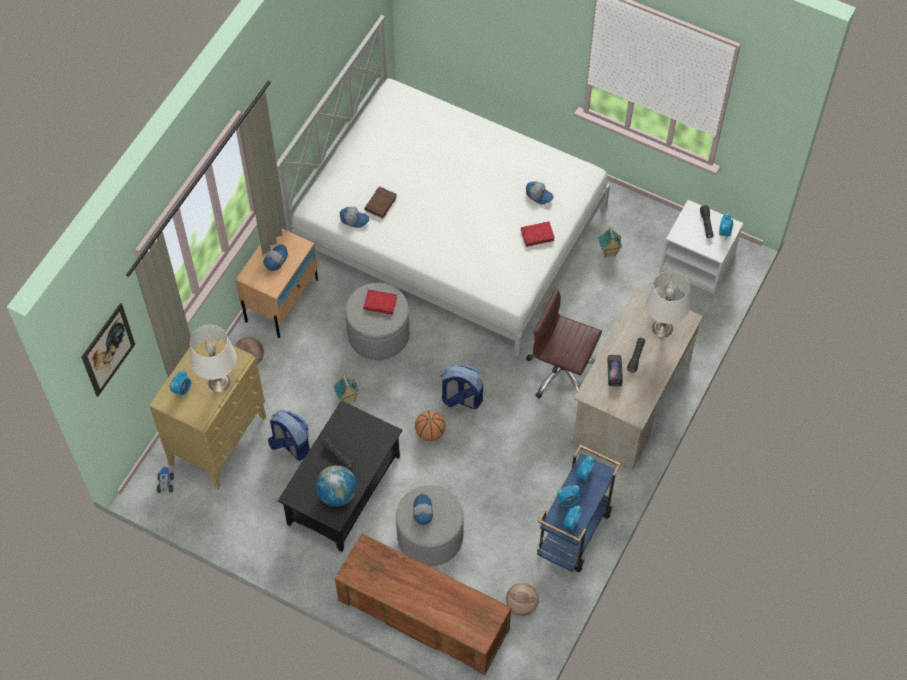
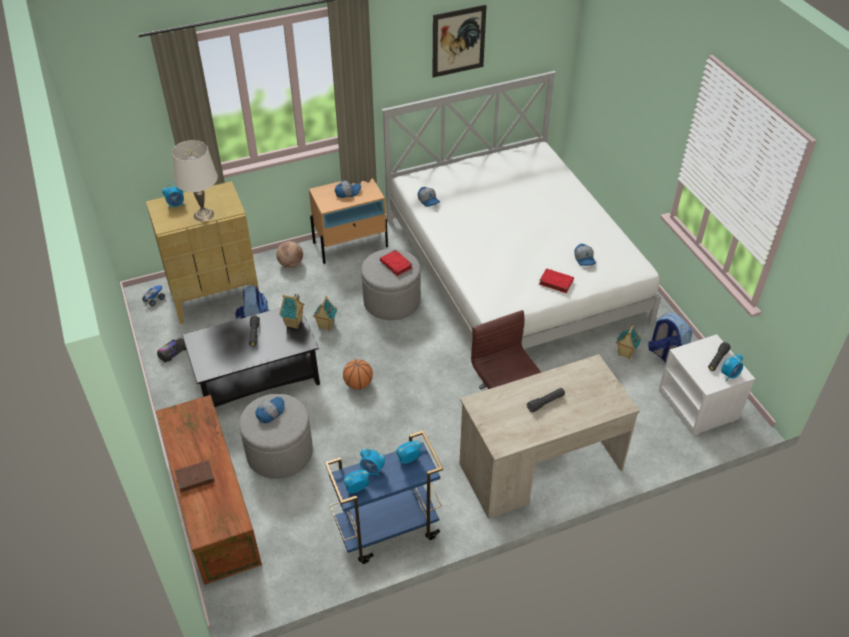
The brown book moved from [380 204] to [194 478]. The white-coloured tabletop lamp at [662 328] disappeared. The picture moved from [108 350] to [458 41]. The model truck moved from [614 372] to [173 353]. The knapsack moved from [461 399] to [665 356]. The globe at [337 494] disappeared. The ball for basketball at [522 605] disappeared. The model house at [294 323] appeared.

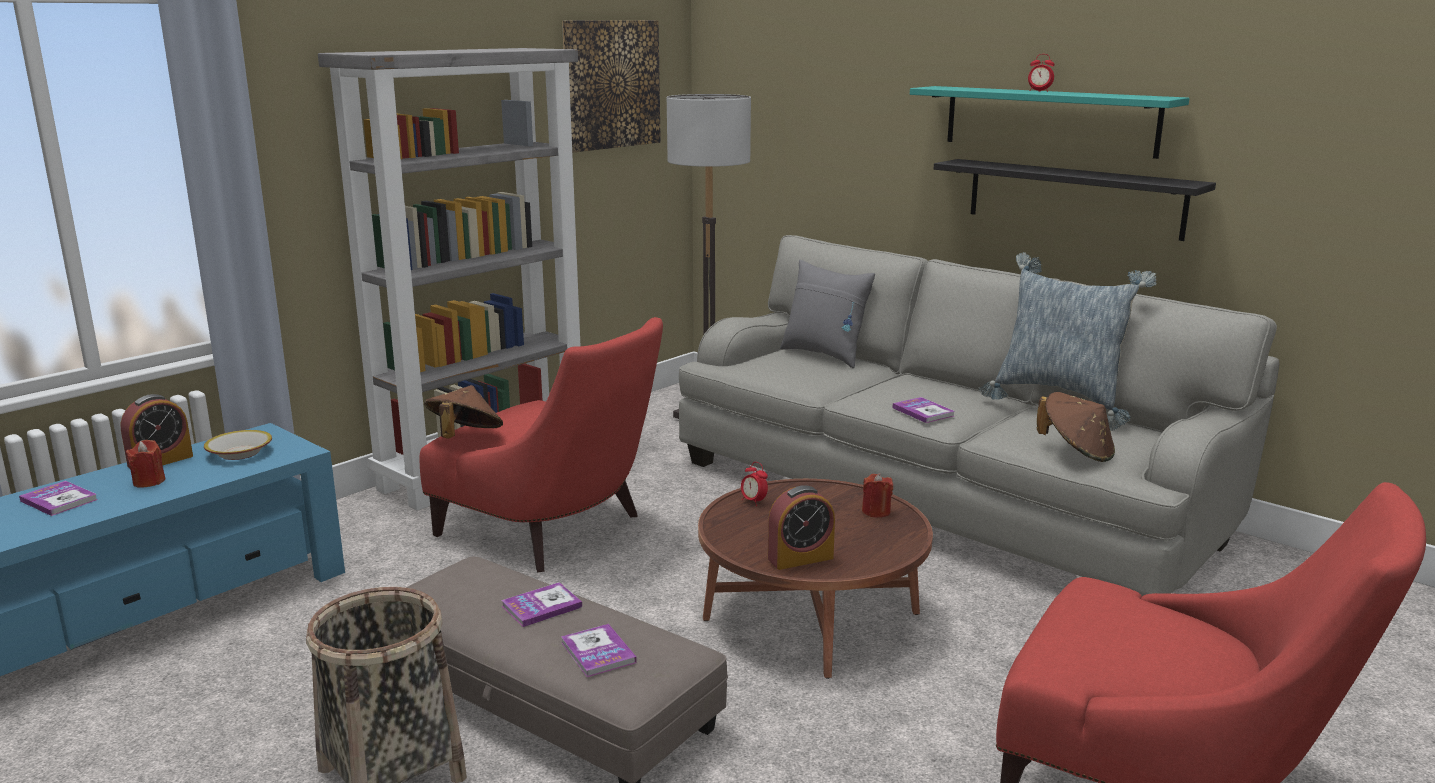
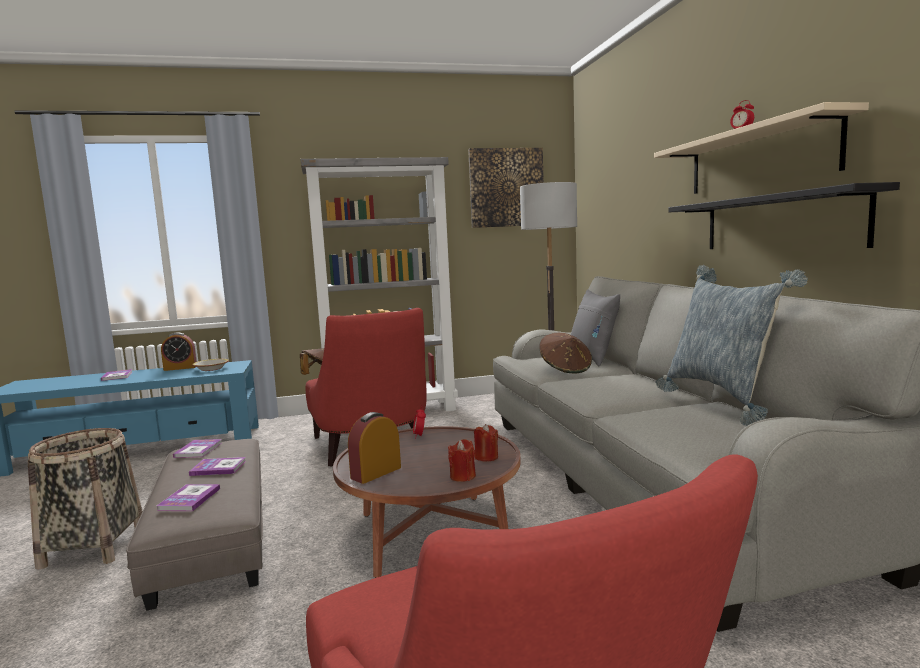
The turquoise-coloured bracket shelf at [1049 120] became the beige bracket shelf at [758 158]. The brown hat moved from [1076 452] to [565 369]. The book moved from [923 412] to [198 450]. The red-coloured wax candle moved from [149 481] to [462 476]. The bedside clock at [800 558] turned 120 degrees clockwise.

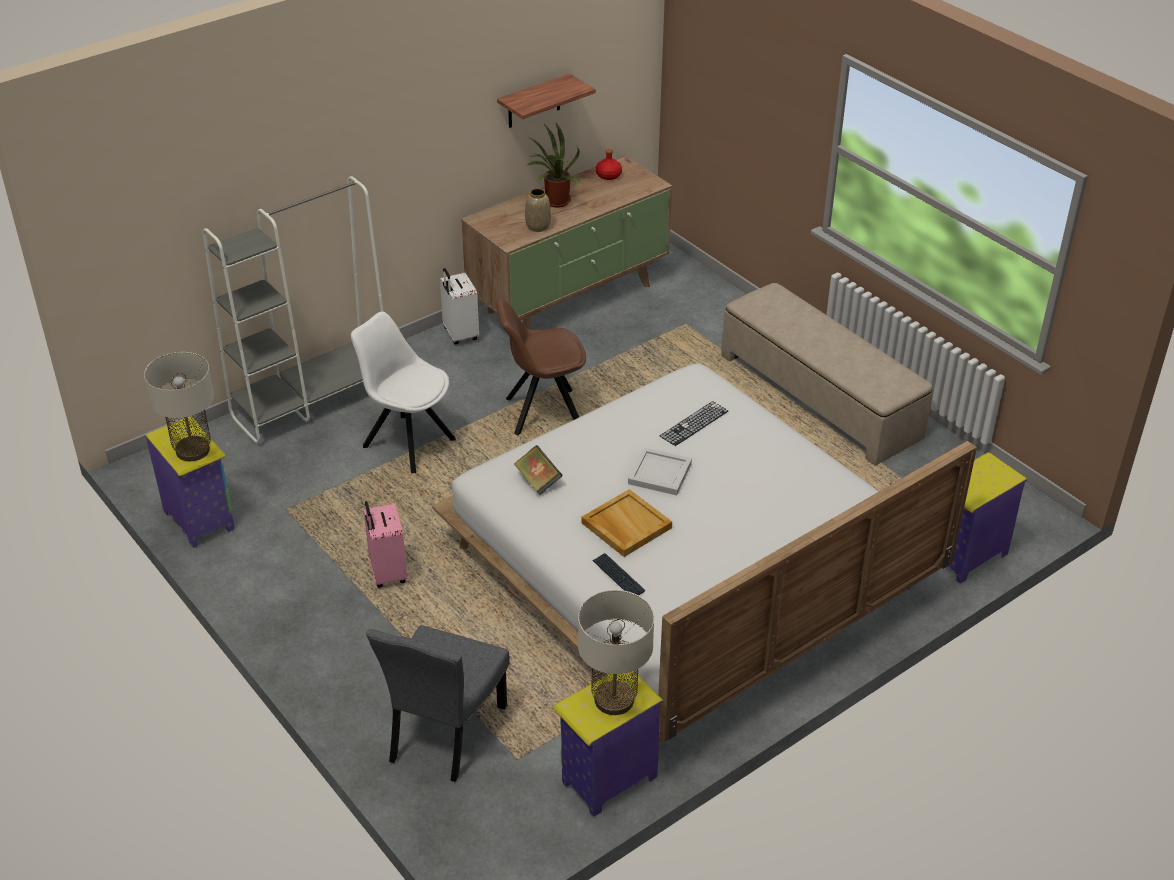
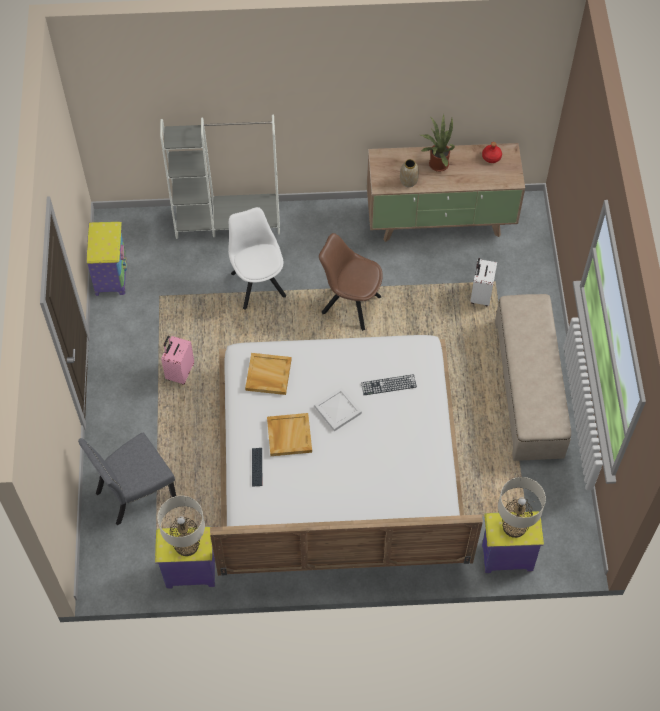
The bracket shelf at [534 102] disappeared. The white-coloured suitcase moved from [459 334] to [480 295]. The tabletop lamp moved from [192 450] to [514 526]. The book at [538 481] was replaced by the beige serving tray at [268 375].

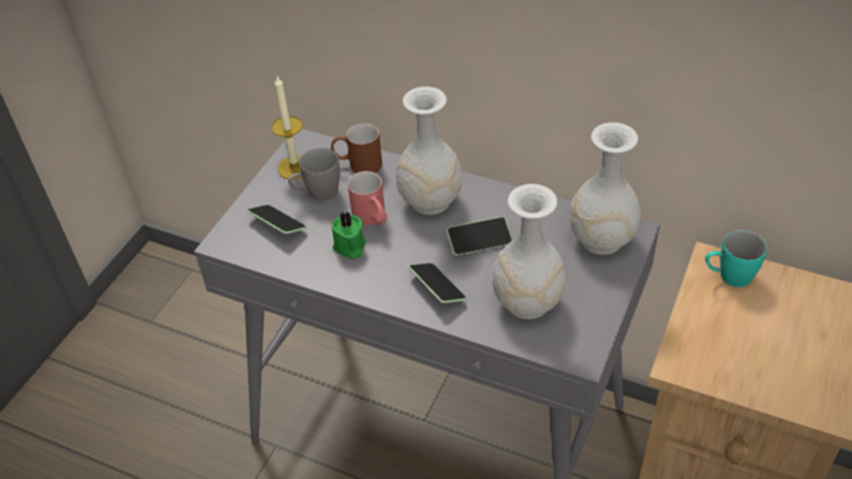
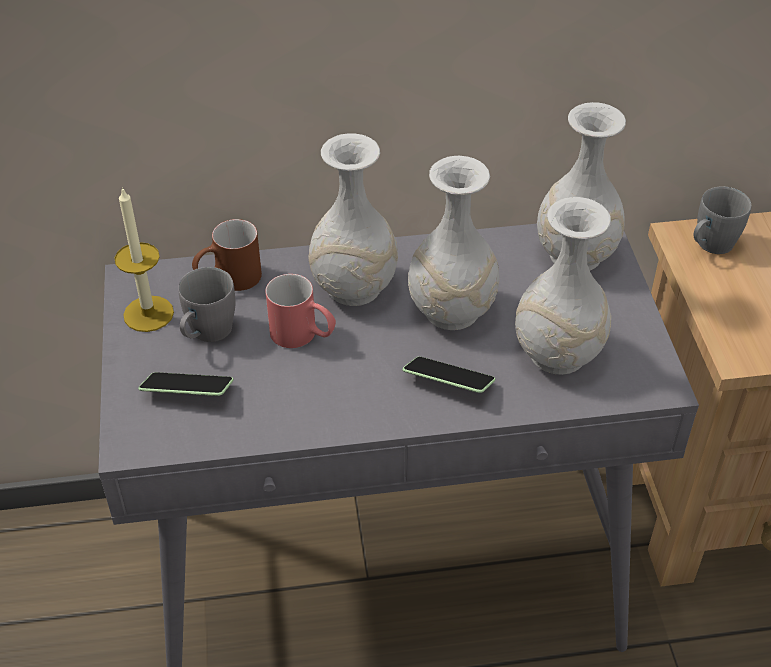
The green wax candle at [349 247] disappeared. The telephone at [479 242] was replaced by the white-coloured decorative vase at [450 311]. The turquoise-coloured mug at [728 277] became the grey mug at [709 246].

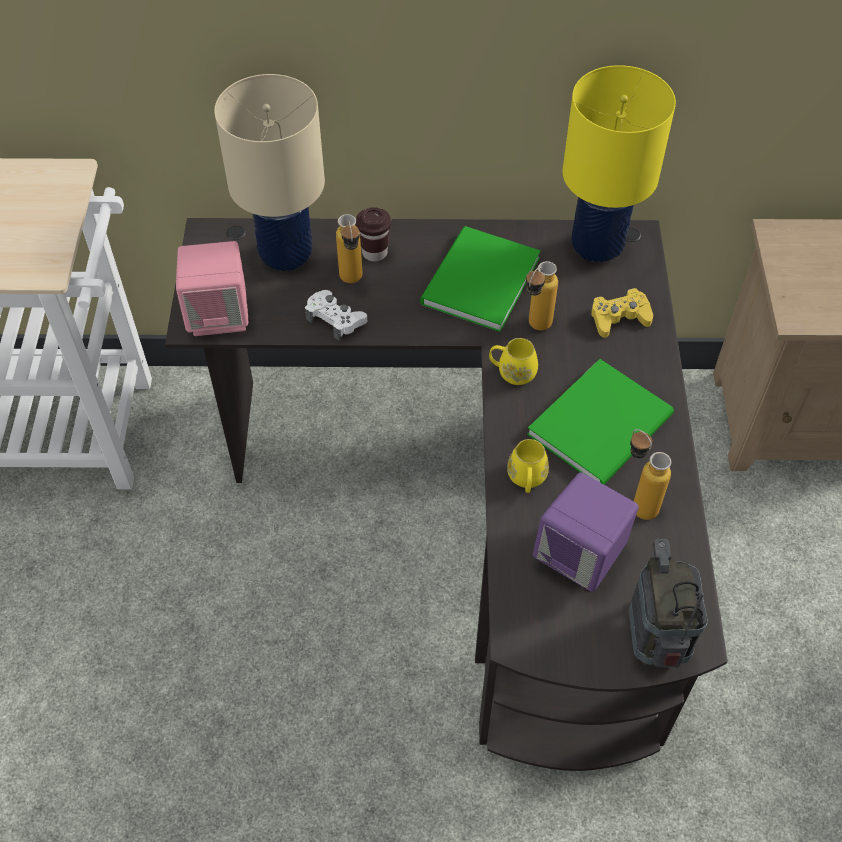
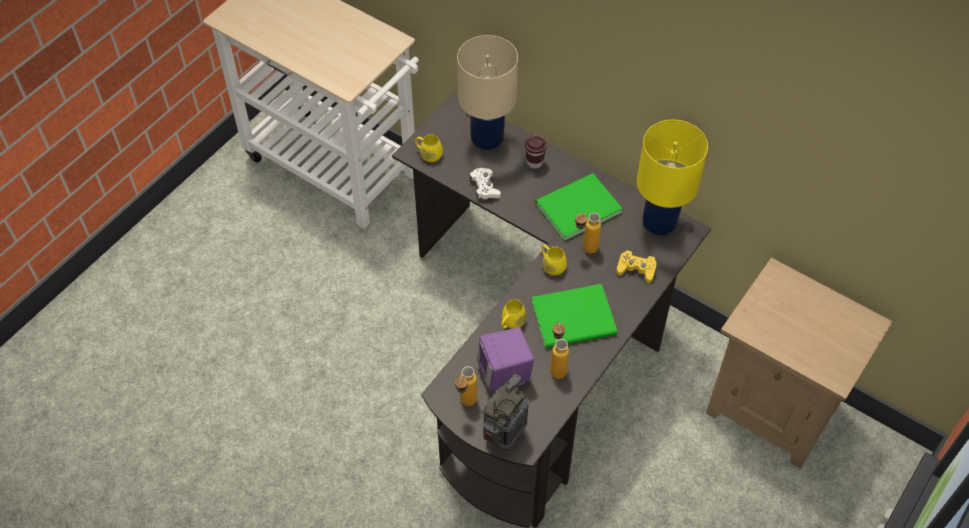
The bottle moved from [352 283] to [465 405]. The pinkish audio speaker at [219 315] was replaced by the yellow mug at [428 154].

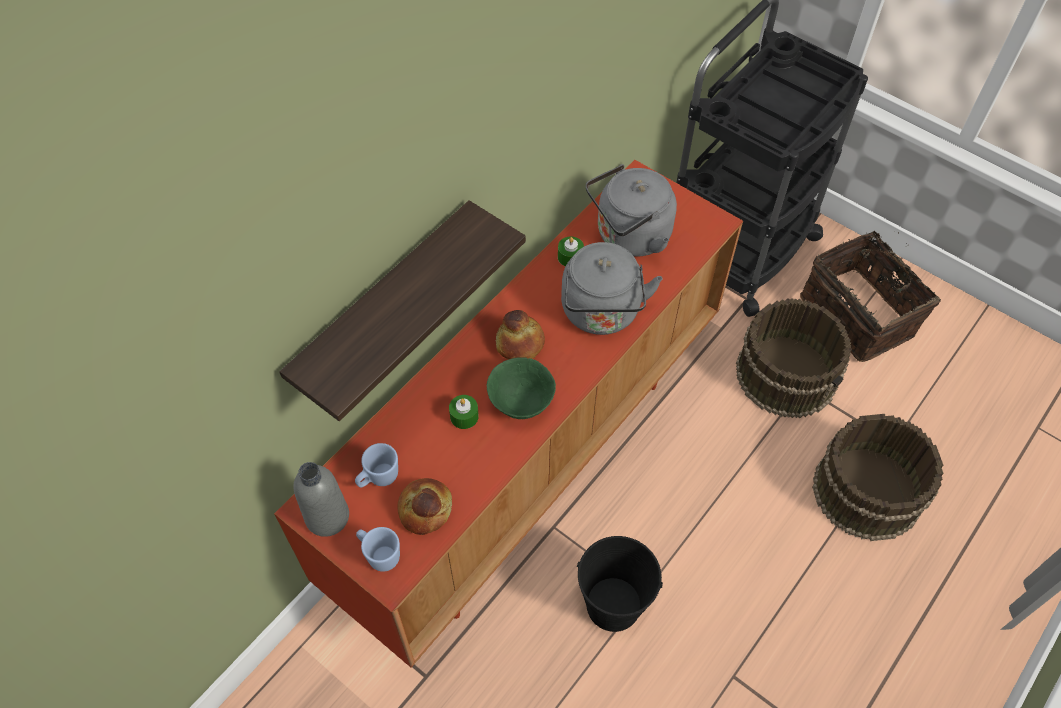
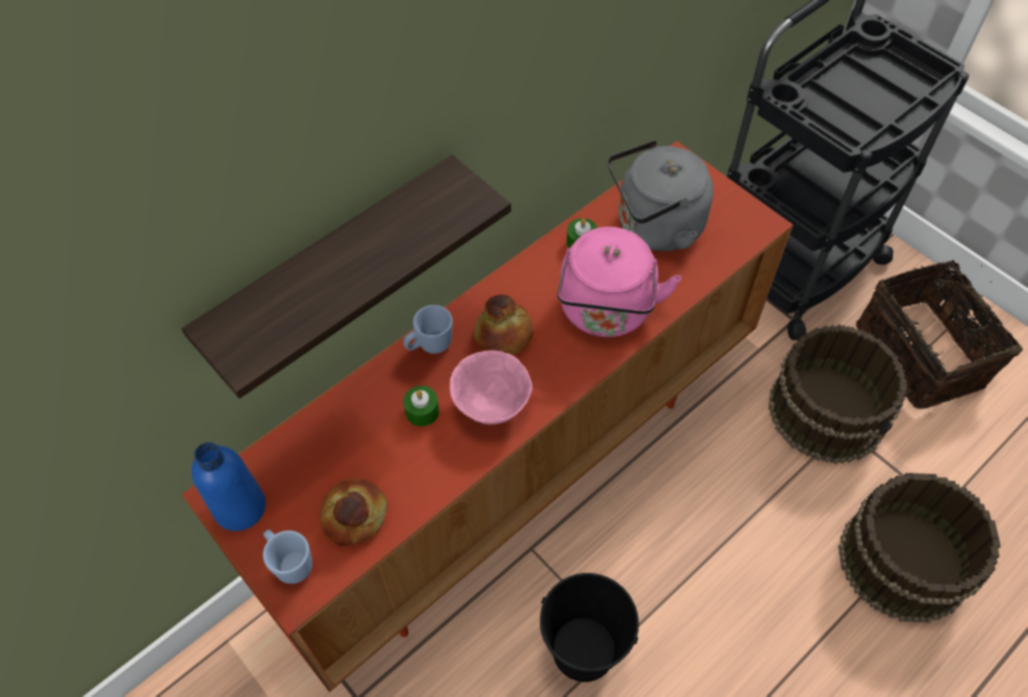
The grey kettle at [601 314] became the pinkish kettle at [606 312]. The green serving bowl at [521 403] became the pinkish serving bowl at [491 405]. The blue mug moved from [378 478] to [429 345]. The grey bottle at [327 516] became the blue bottle at [240 507].

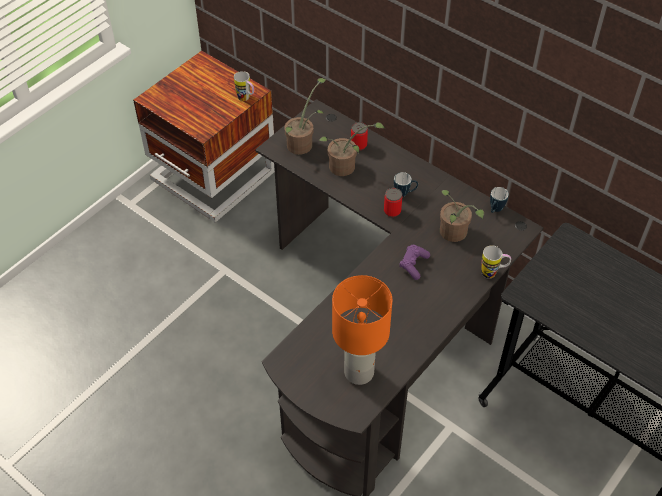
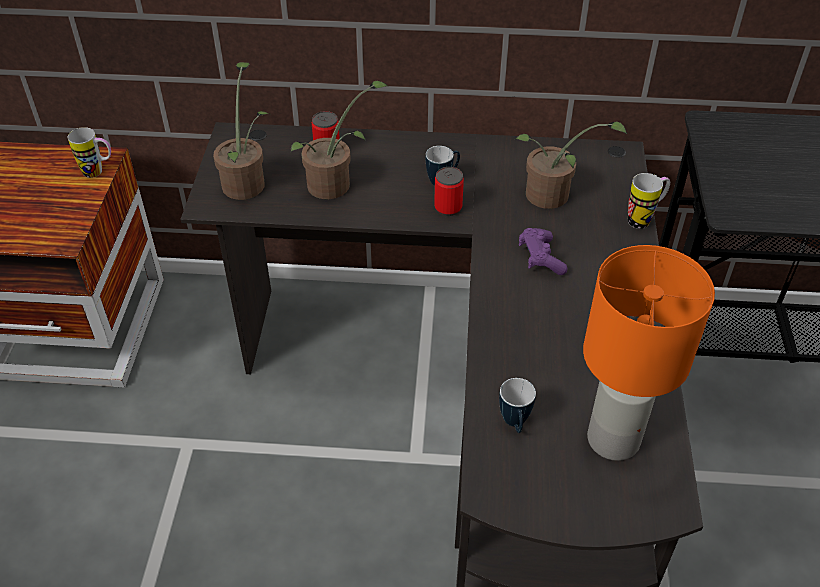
The mug moved from [495 210] to [515 424].

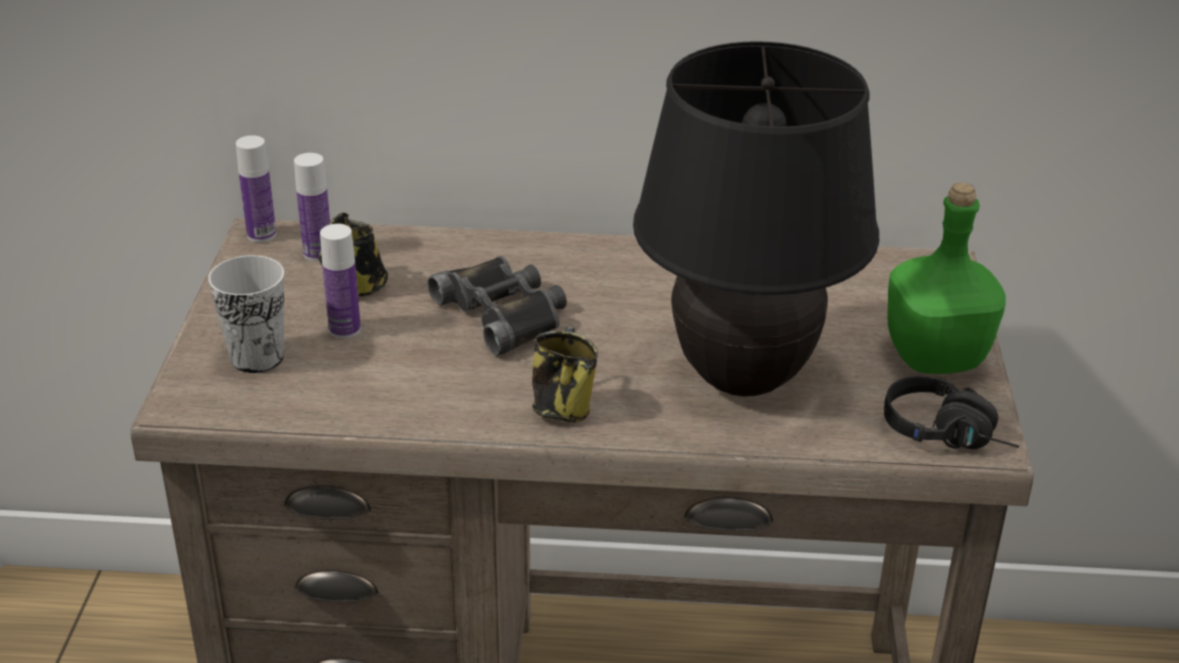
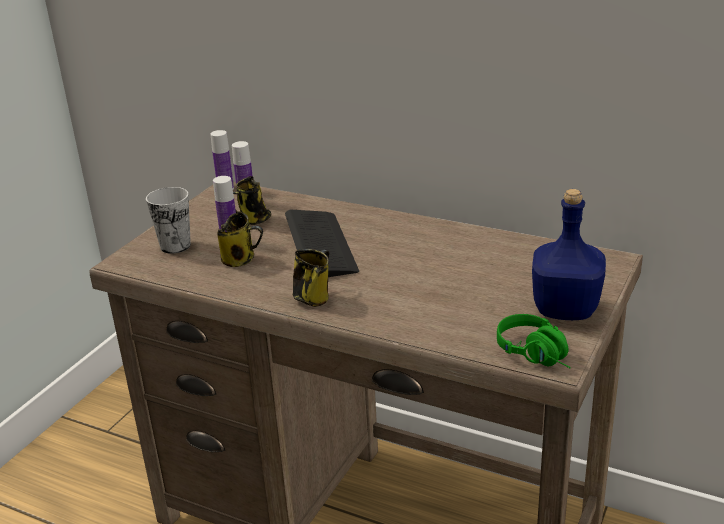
The blackish tabletop lamp at [743 380] disappeared. The green bottle at [934 355] became the blue bottle at [564 309]. The blackish field glasses at [504 313] was replaced by the PC keyboard at [320 245]. The blackish headphones at [950 435] became the green headphones at [539 355]. The mug at [240 260] appeared.

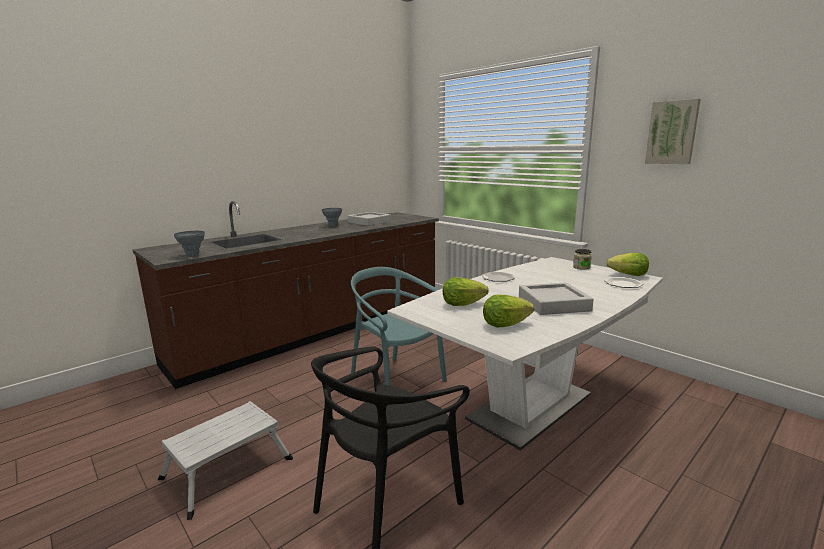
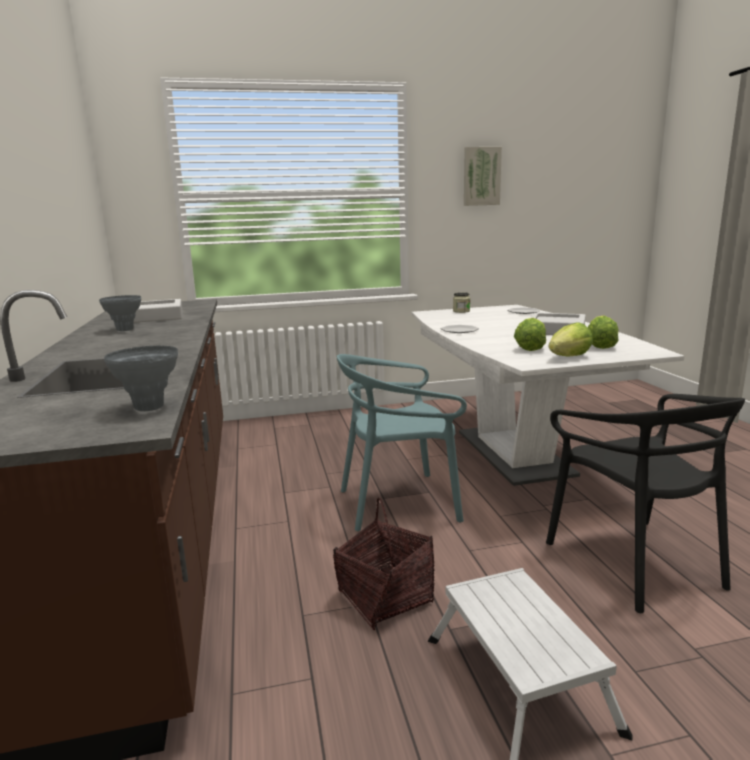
The head of lettuce moved from [628 275] to [569 357]. The storage basket at [385 597] appeared.

